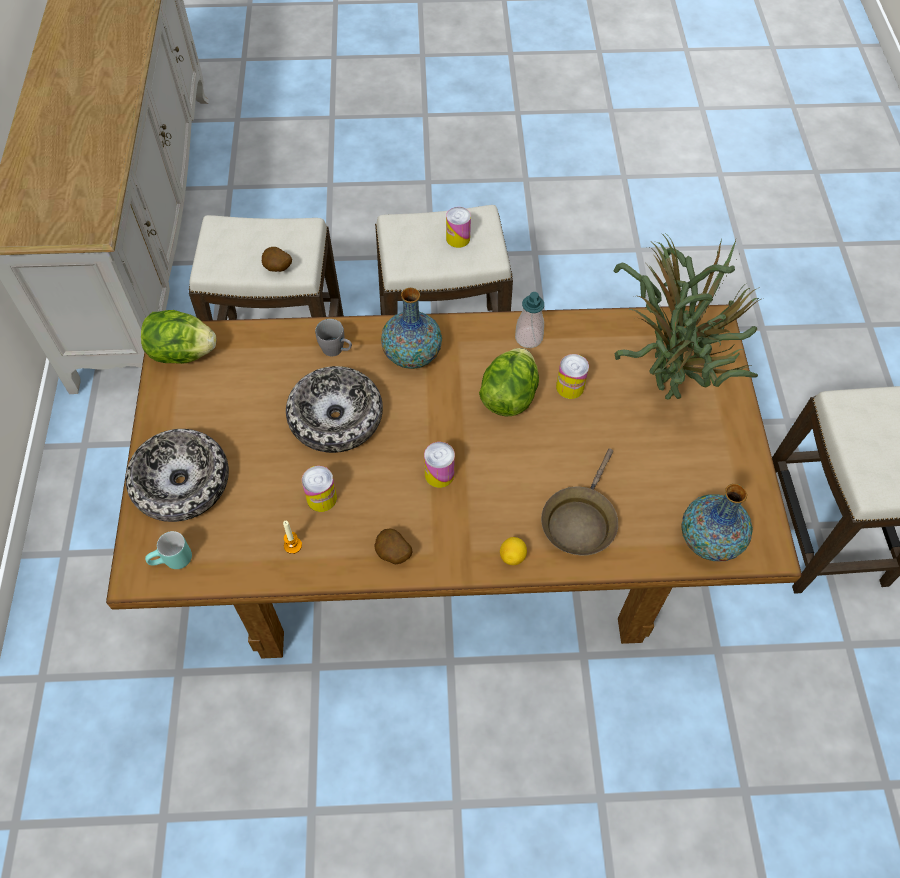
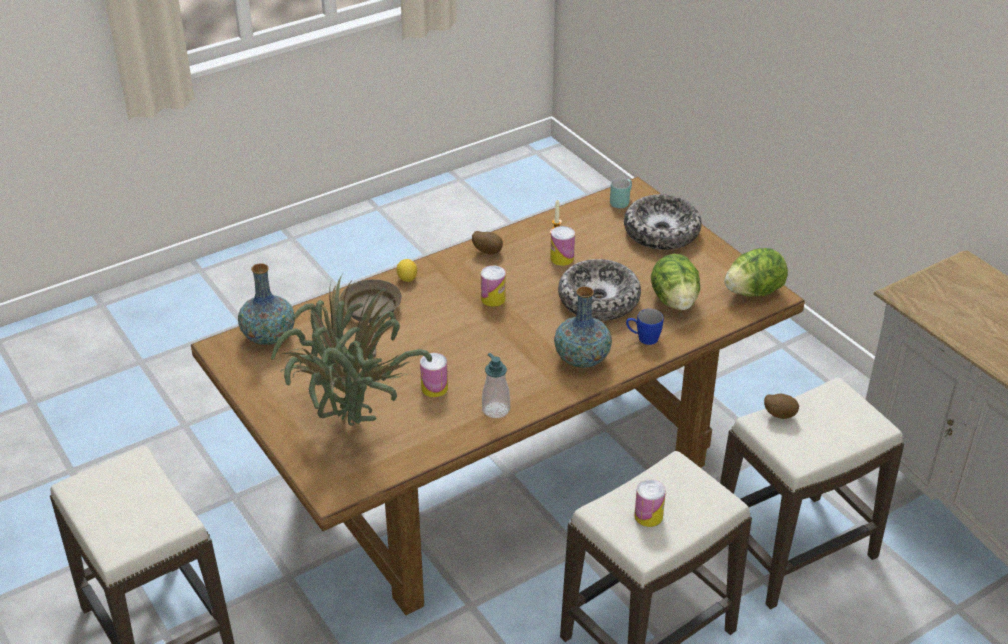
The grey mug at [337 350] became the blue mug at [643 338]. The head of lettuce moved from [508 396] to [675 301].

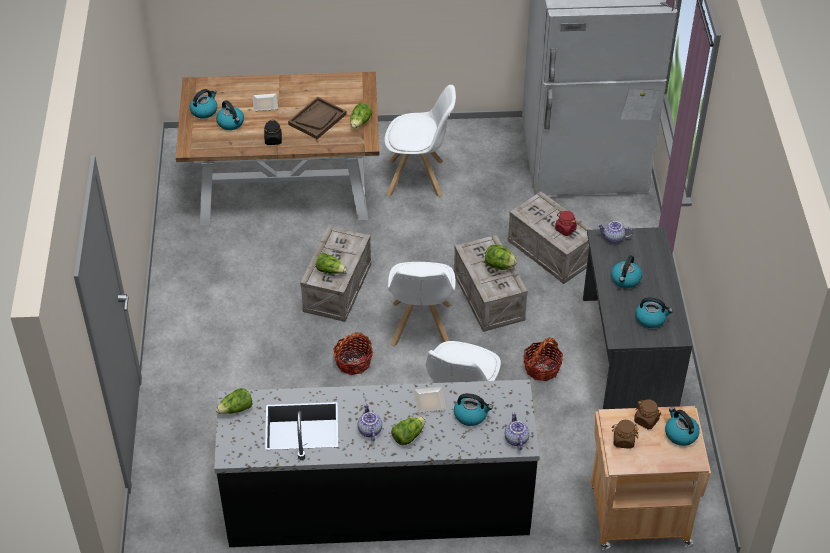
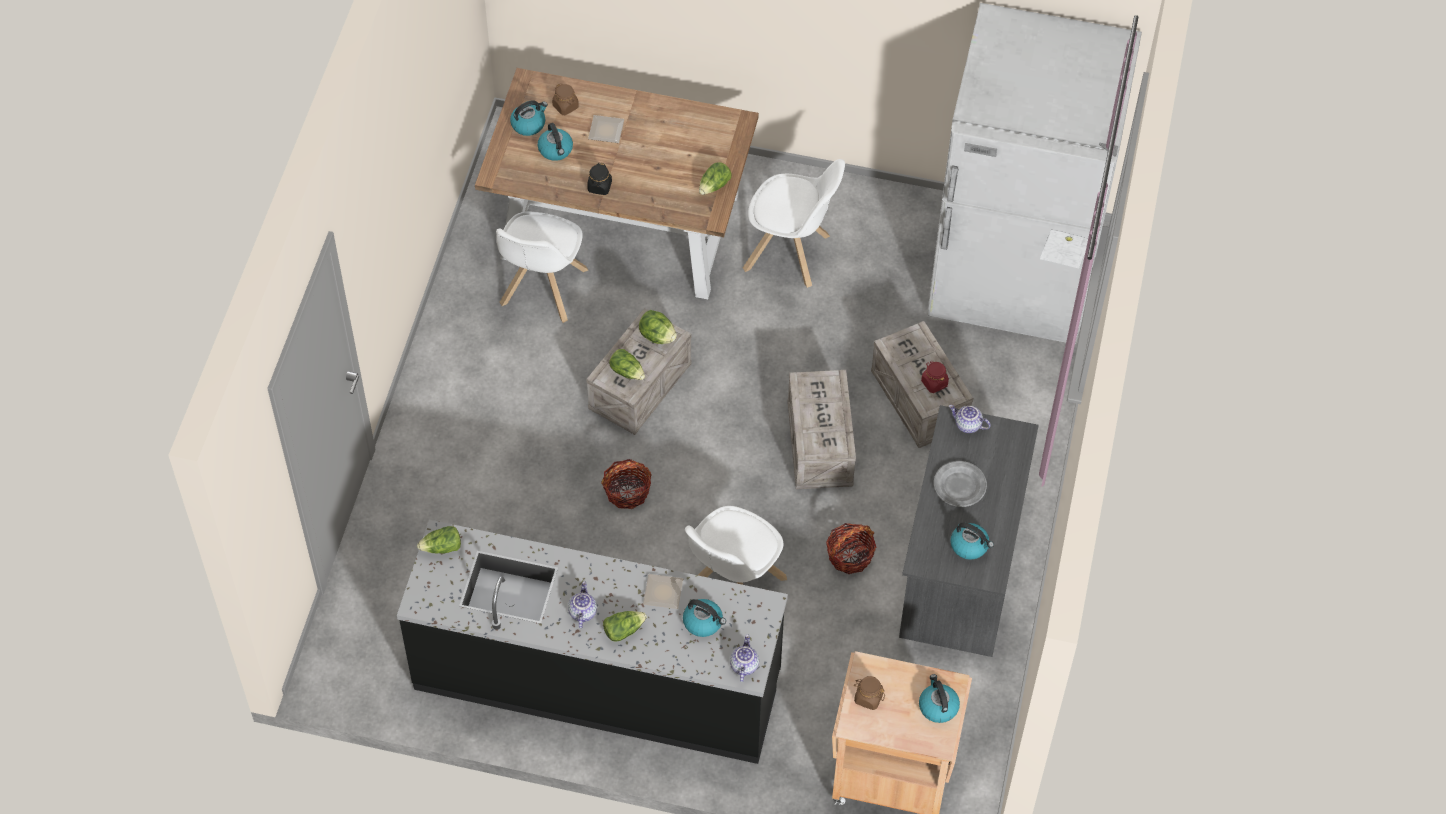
The brown serving tray at [317 119] disappeared. The head of lettuce moved from [499 266] to [657 336]. The kettle at [625 280] was replaced by the grey plate at [960 486]. The white-coloured plain chair moved from [421 327] to [542 290]. The brown jar moved from [646 420] to [565 106].

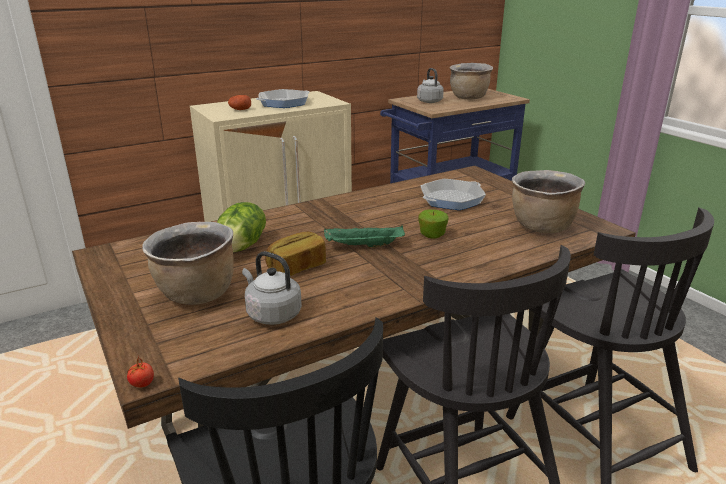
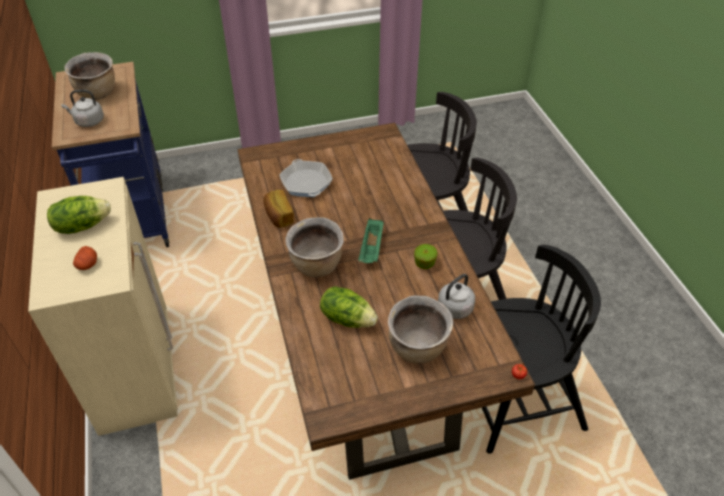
The skillet at [283 103] was replaced by the head of lettuce at [82 225]. The brown saucepot moved from [541 227] to [316 266]. The apple moved from [432 235] to [424 263]. The bakery bread moved from [296 267] to [278 216].

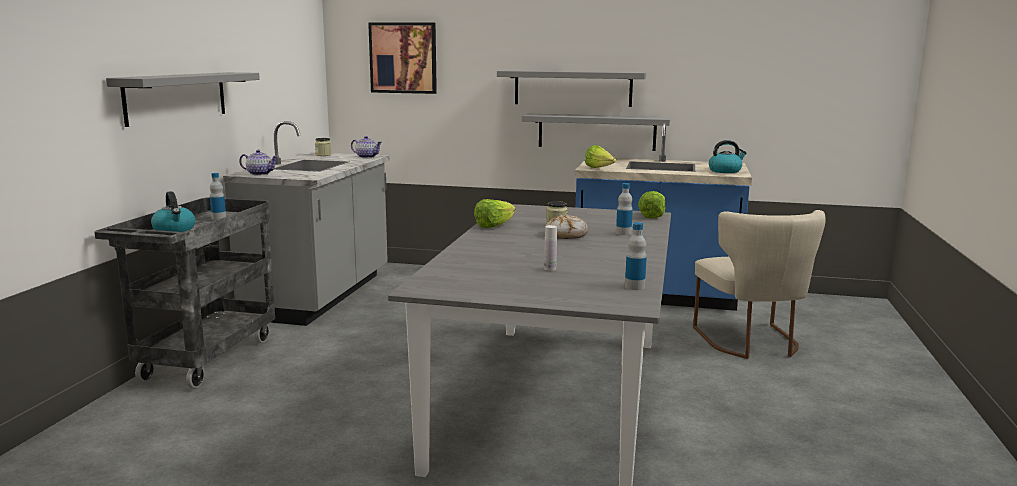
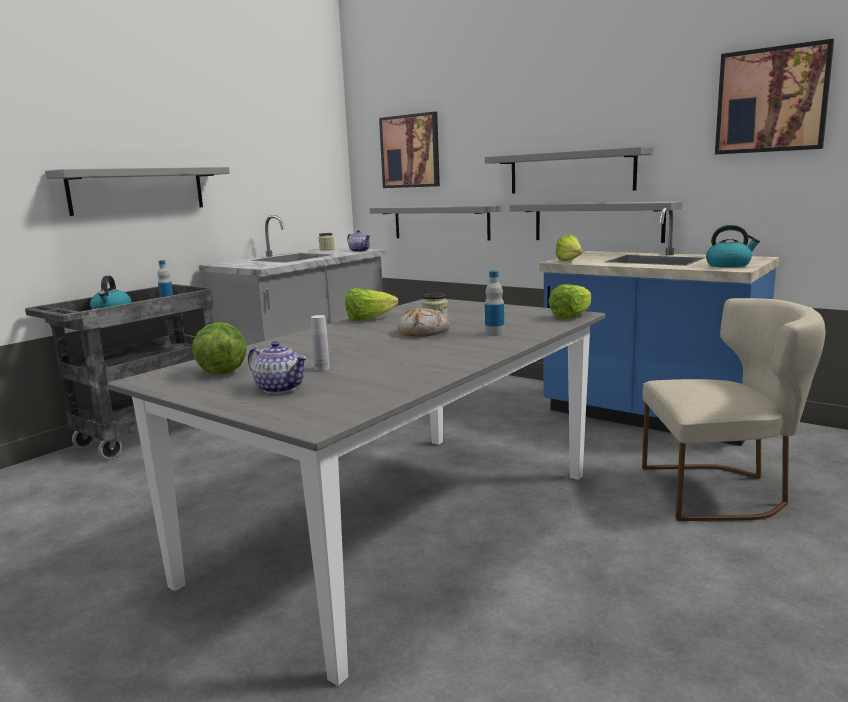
The tea pot moved from [259 174] to [280 388]. The beige plain chair at [752 343] turned 105 degrees counterclockwise. The bottle at [634 287] disappeared. The picture at [771 100] appeared. The grey bracket shelf at [441 222] appeared. The head of lettuce at [222 372] appeared.

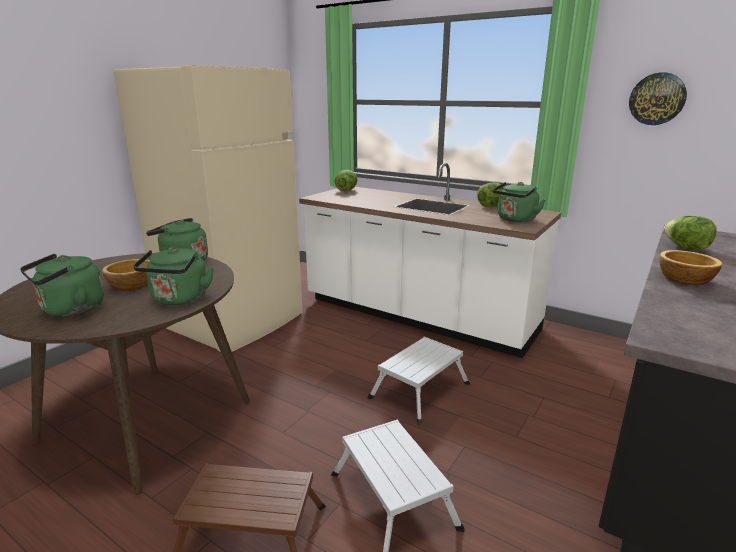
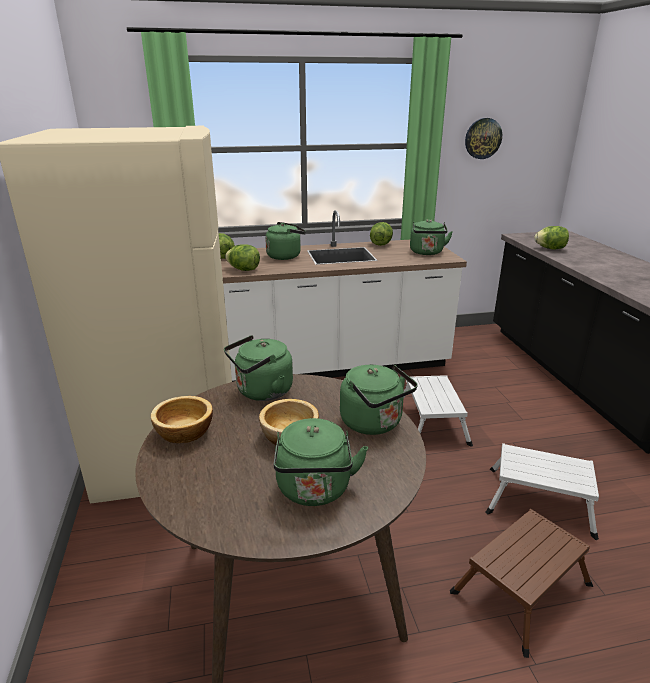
The serving bowl moved from [684 279] to [183 433]. The green kettle at [285 256] appeared. The head of lettuce at [243 270] appeared.

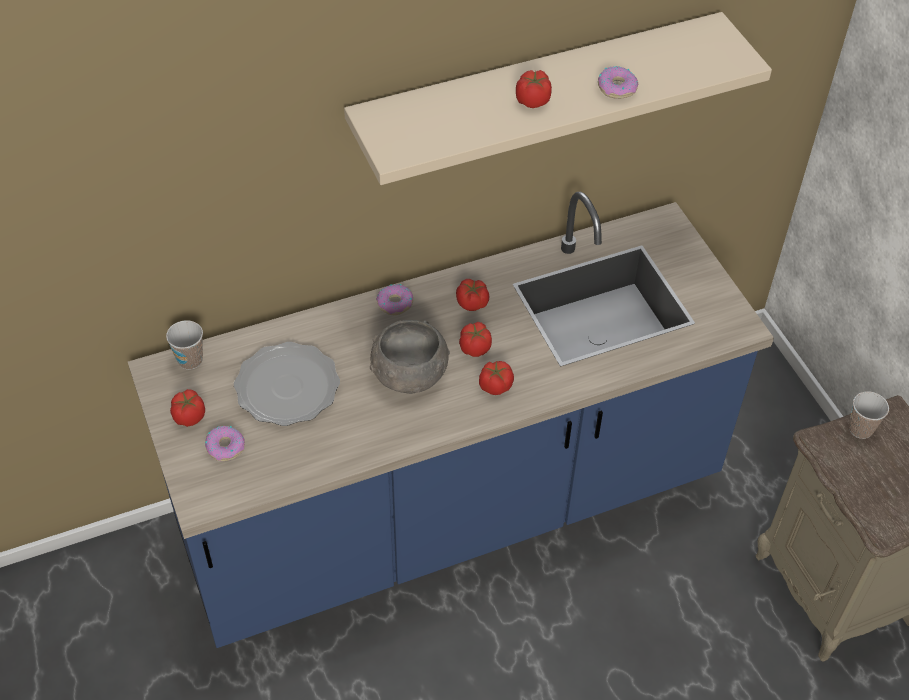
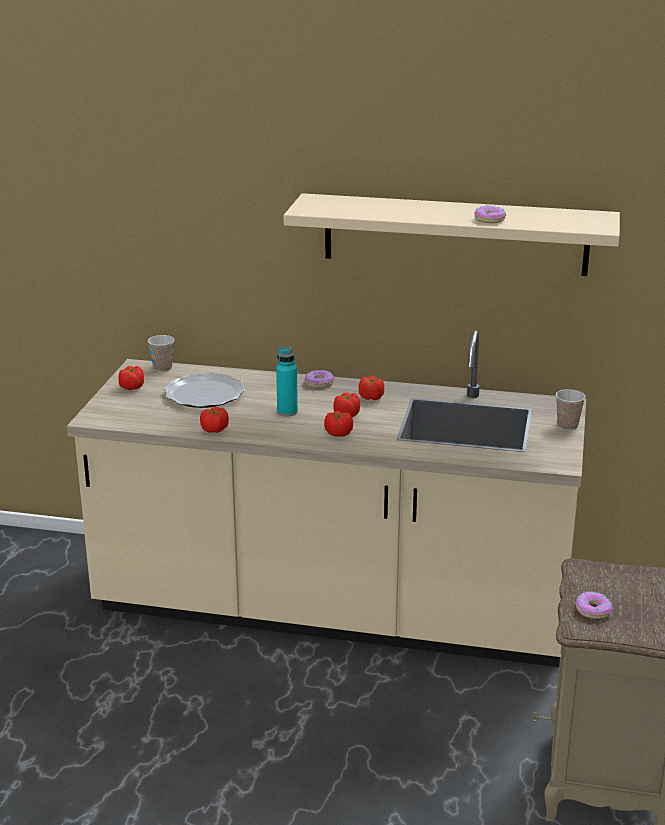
The whole tomato moved from [533 100] to [215 429]. The blue counter at [451 509] became the beige counter at [332 611]. The grey serving bowl at [408 374] was replaced by the turquoise-coloured bottle at [287 412]. The small cup moved from [860 429] to [567 426]. The doughnut moved from [225 447] to [593 610].

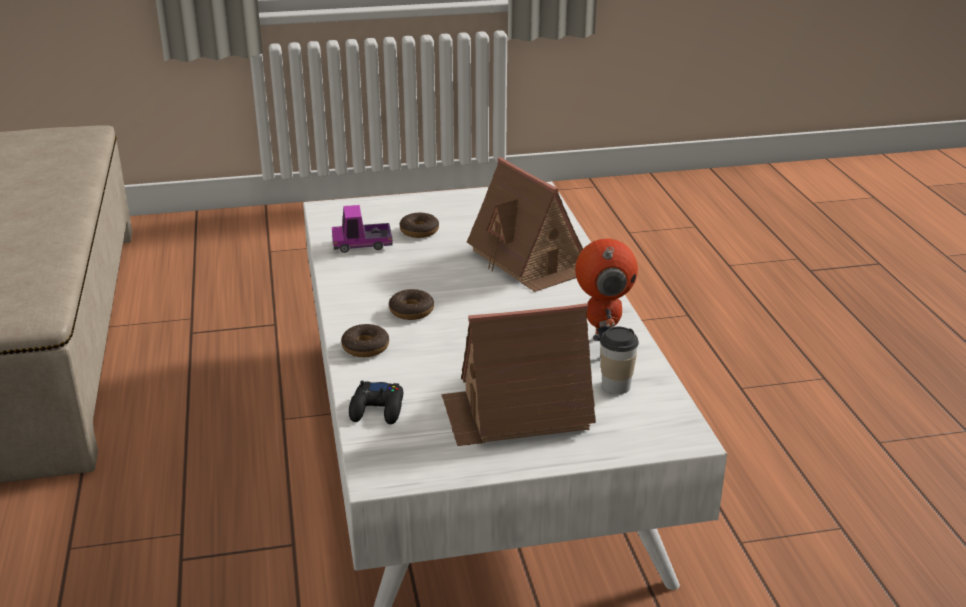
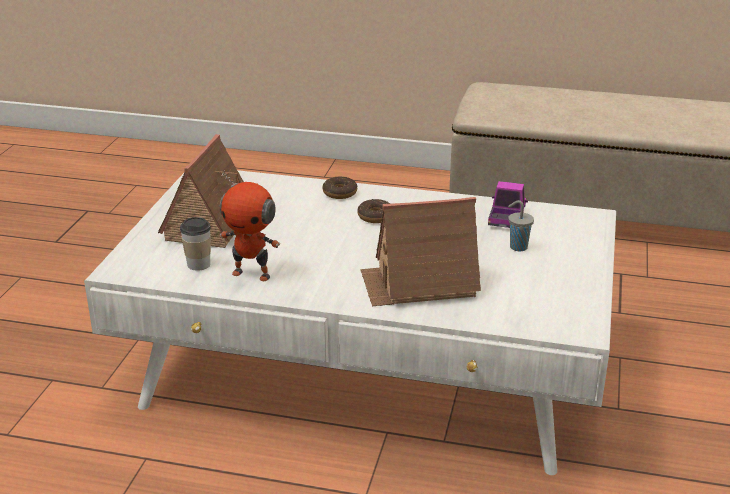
The doughnut at [419 231] was replaced by the grey small cup at [517 247]. The blackish gamepad at [377 409] disappeared.

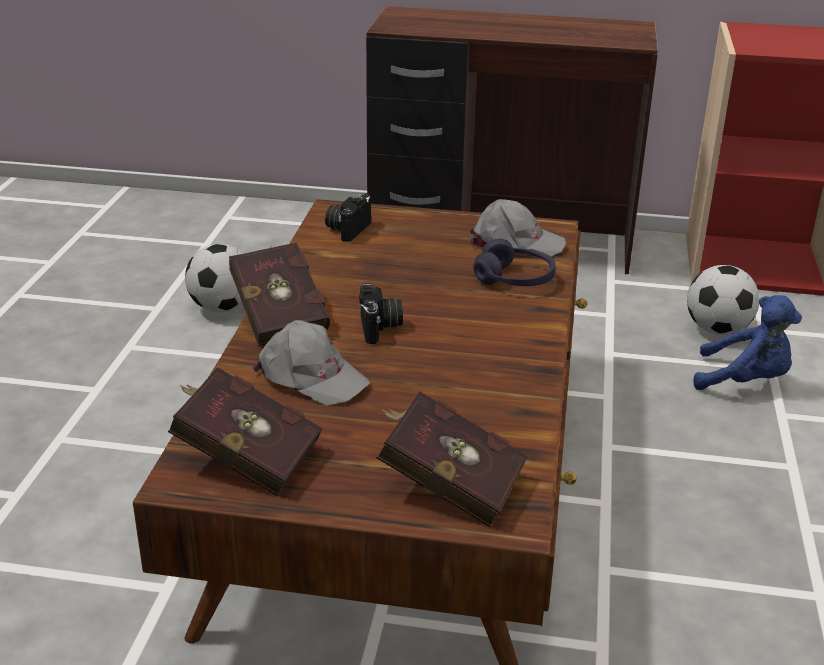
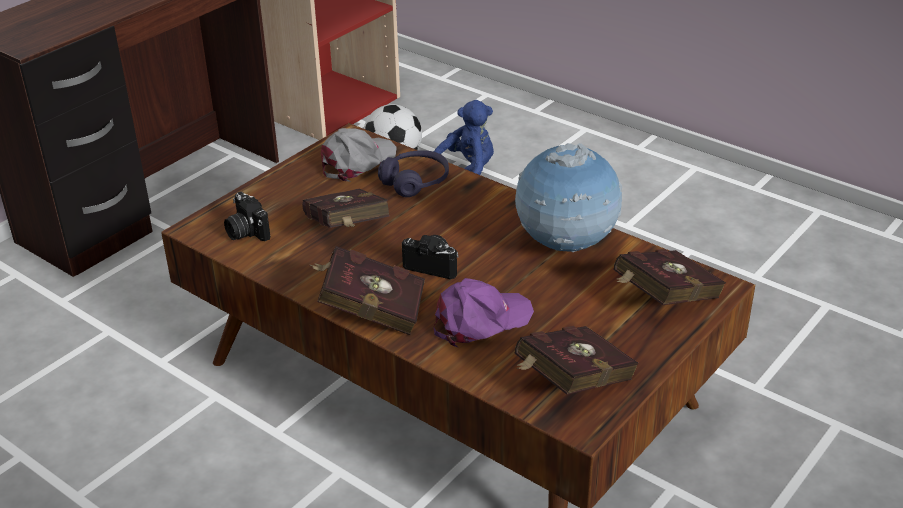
The football ball at [222 307] disappeared. The grey baseball cap at [311 376] became the purplish baseball cap at [480 320]. The globe at [566 247] appeared. The red-coloured book at [346 232] appeared.

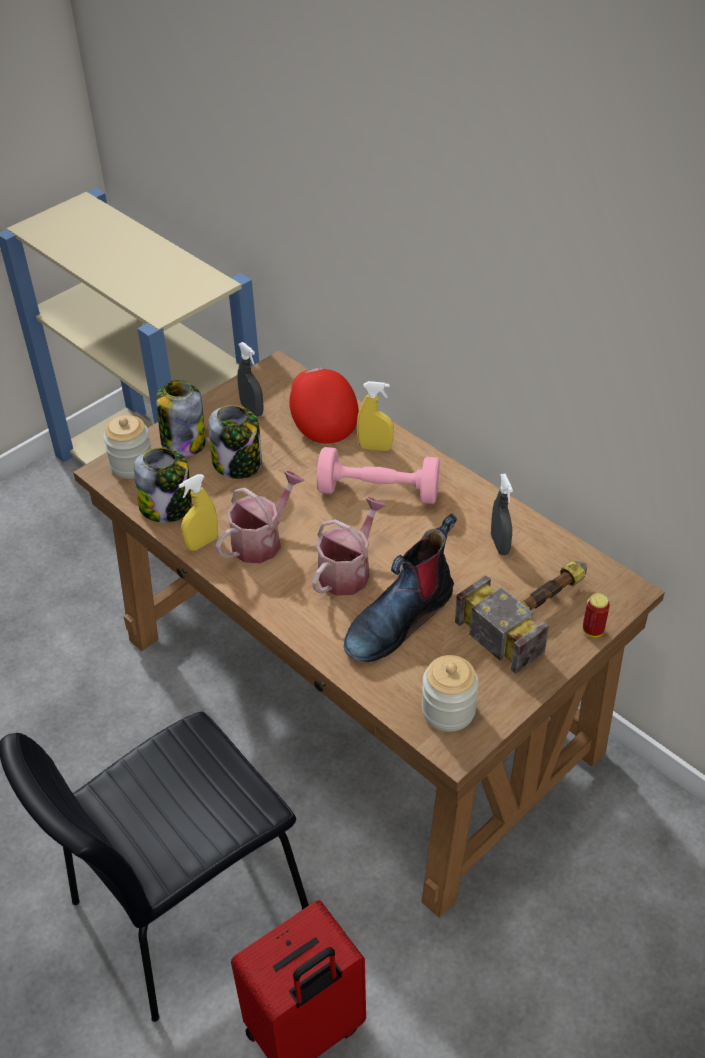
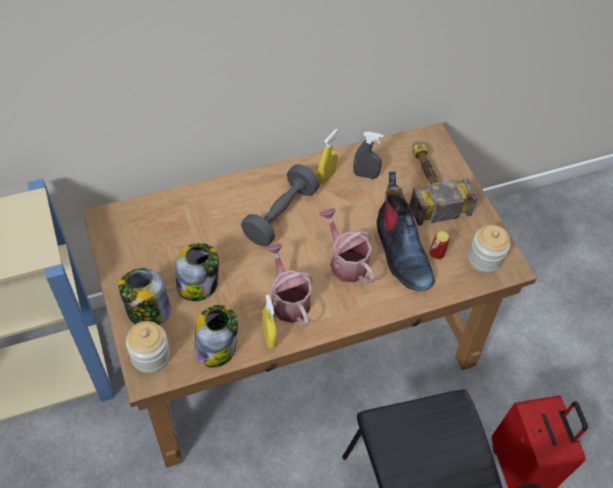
The grey sprayer at [252 409] disappeared. The red-coloured baseball cap at [321 416] disappeared. The yellow sprayer moved from [375 447] to [326 177]. The pinkish hand weight at [378 492] became the grey hand weight at [280 214]. The sealed can moved from [593 630] to [436 254].

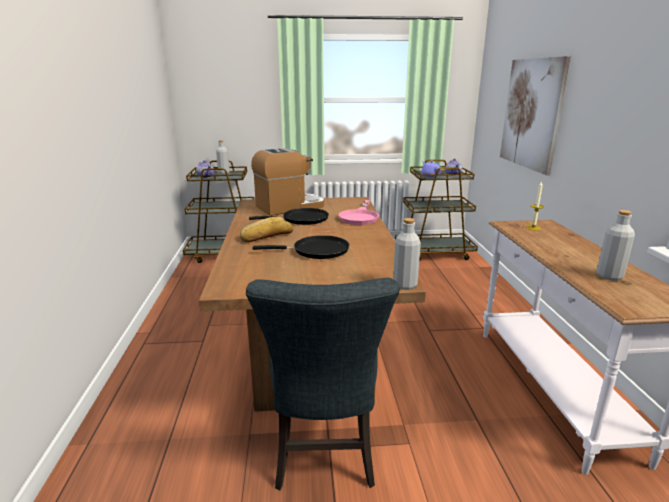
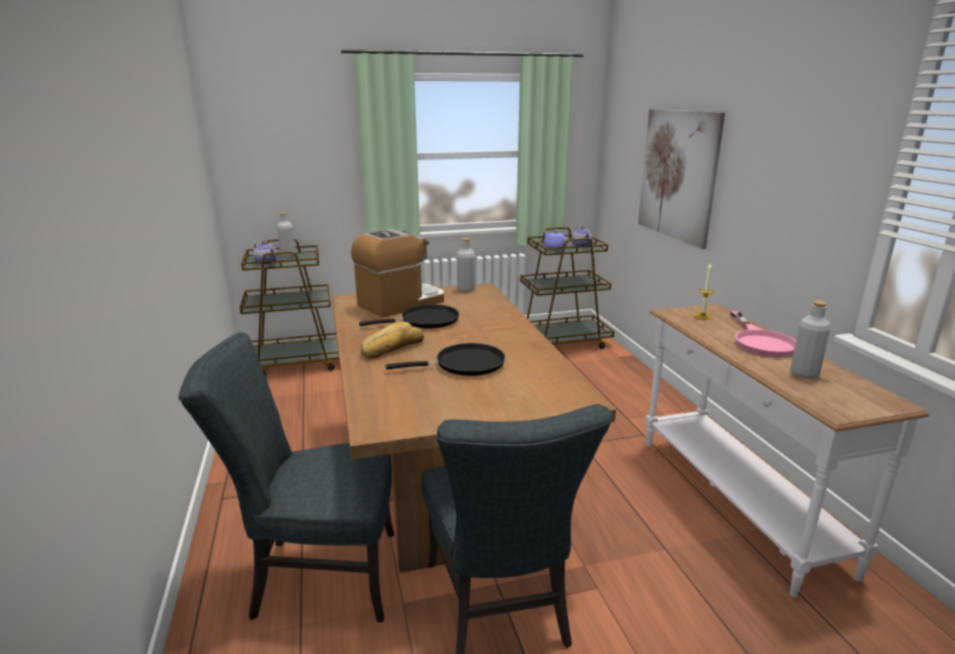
The pinkish skillet moved from [360 216] to [760 341]. The grey bottle moved from [405 285] to [466 289]. The grey plain chair at [316 576] appeared.

